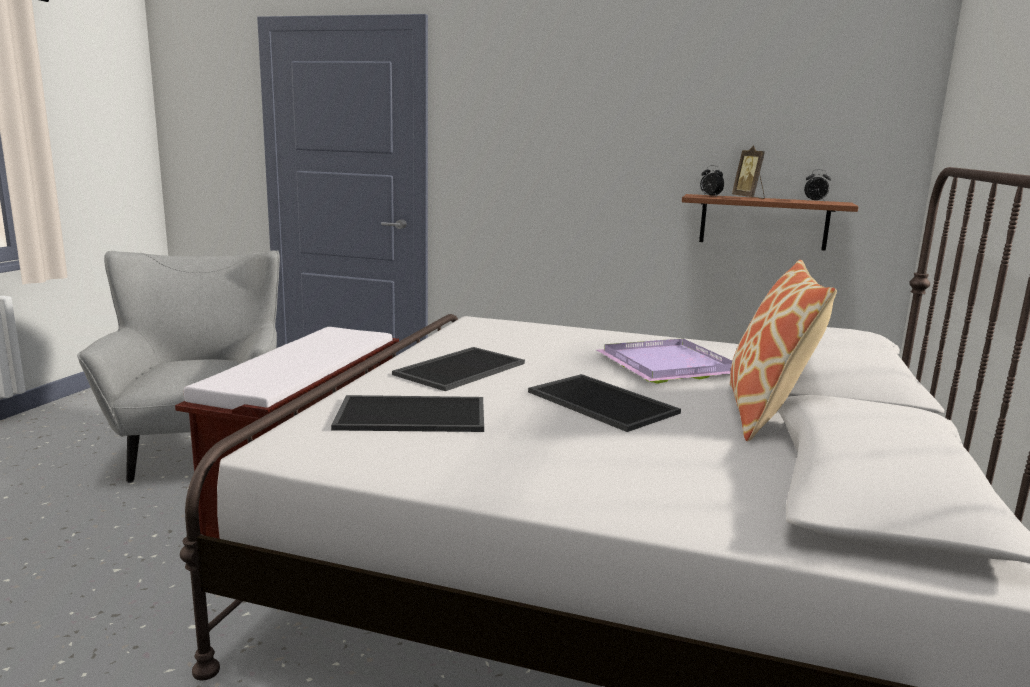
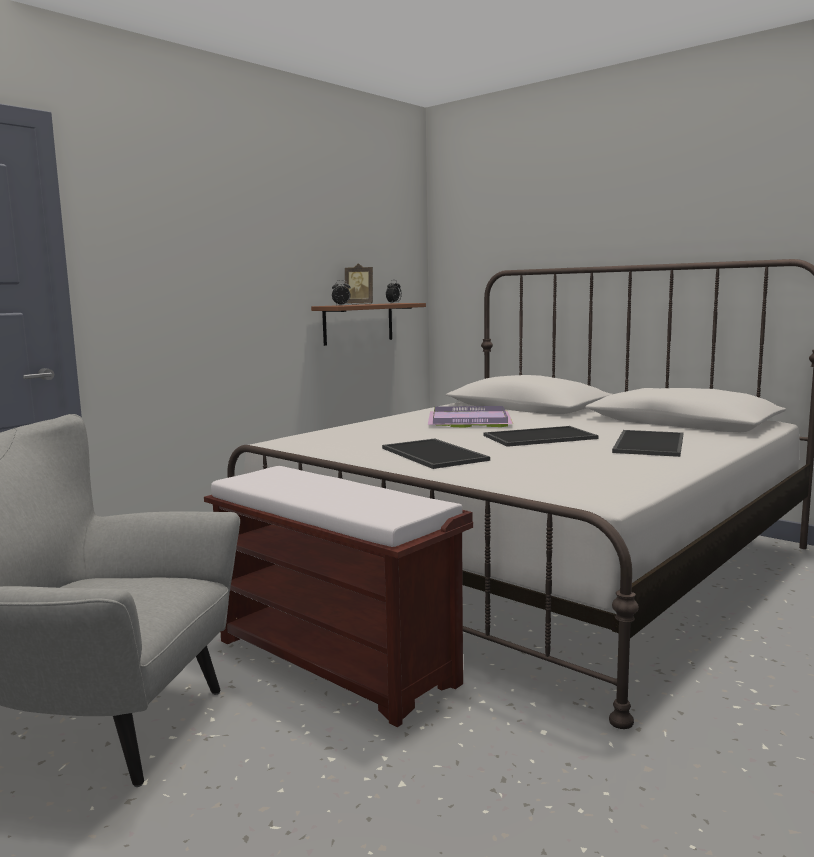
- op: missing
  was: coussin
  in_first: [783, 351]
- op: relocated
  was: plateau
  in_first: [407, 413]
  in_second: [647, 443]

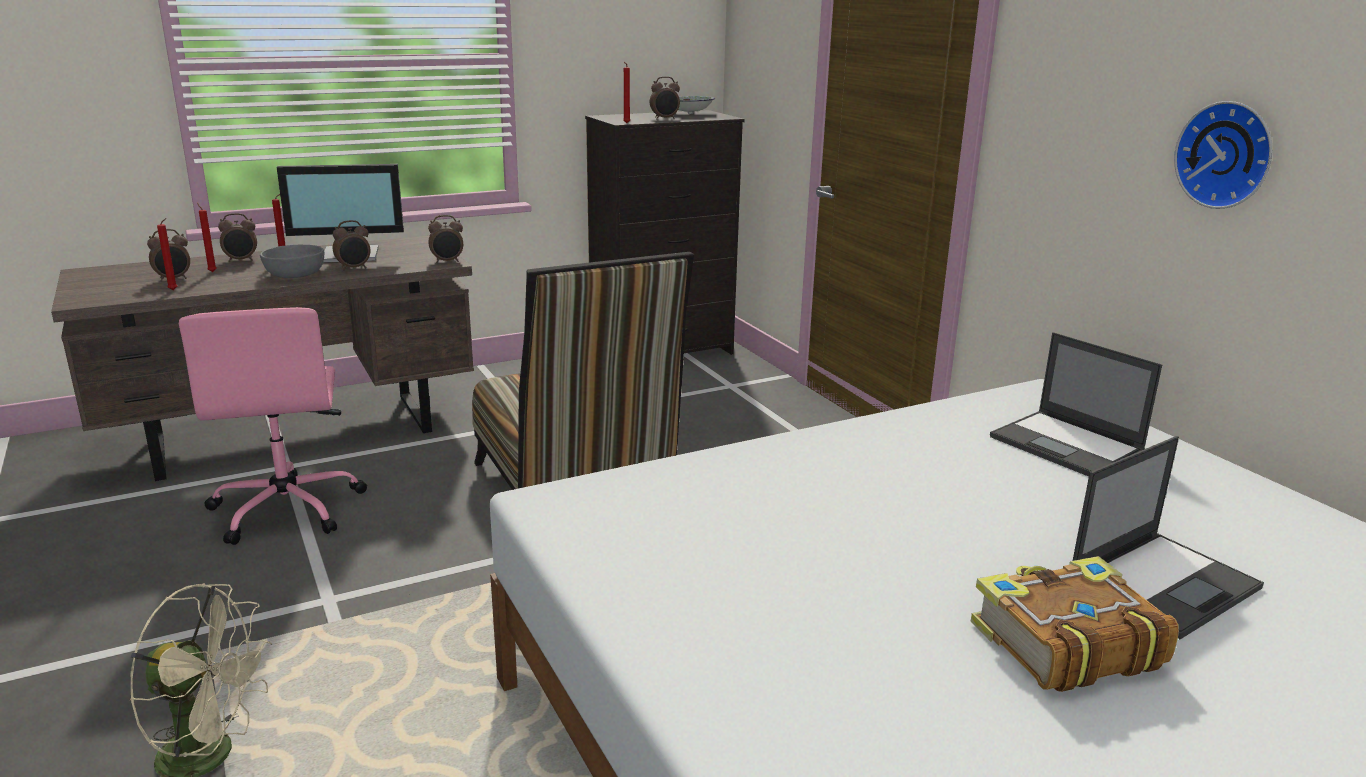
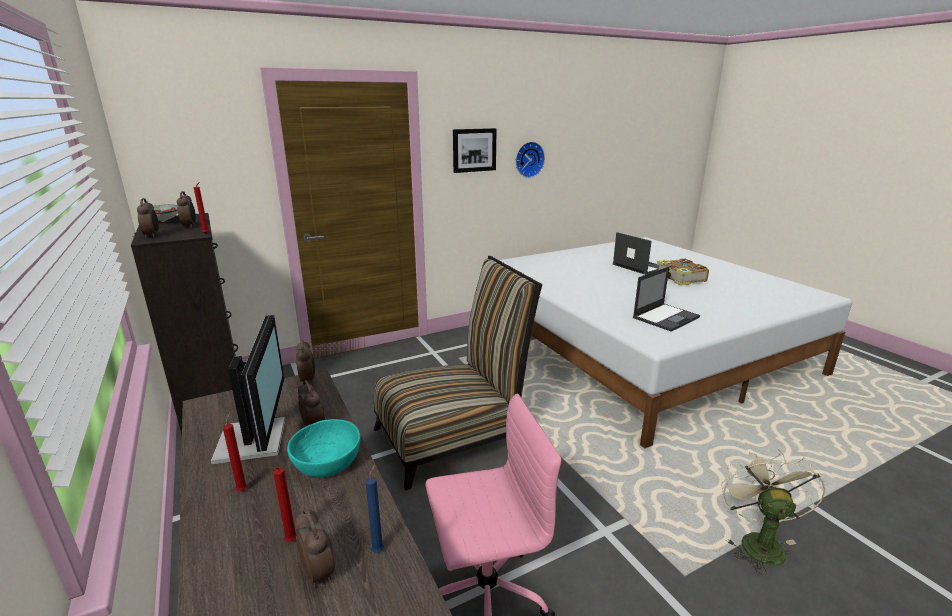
- op: appeared
  now: tableau
  in_second: [475, 150]
- op: relocated
  was: réveil
  in_first: [237, 237]
  in_second: [148, 218]
- op: relocated
  was: ordinateur portable
  in_first: [1076, 404]
  in_second: [666, 299]
- op: colour
  was: bougie (rouge)
  now: bougie (bleu)
  in_first: [167, 254]
  in_second: [374, 509]
- op: colour
  was: bol (gris)
  now: bol (turquoise)
  in_first: [292, 261]
  in_second: [324, 448]

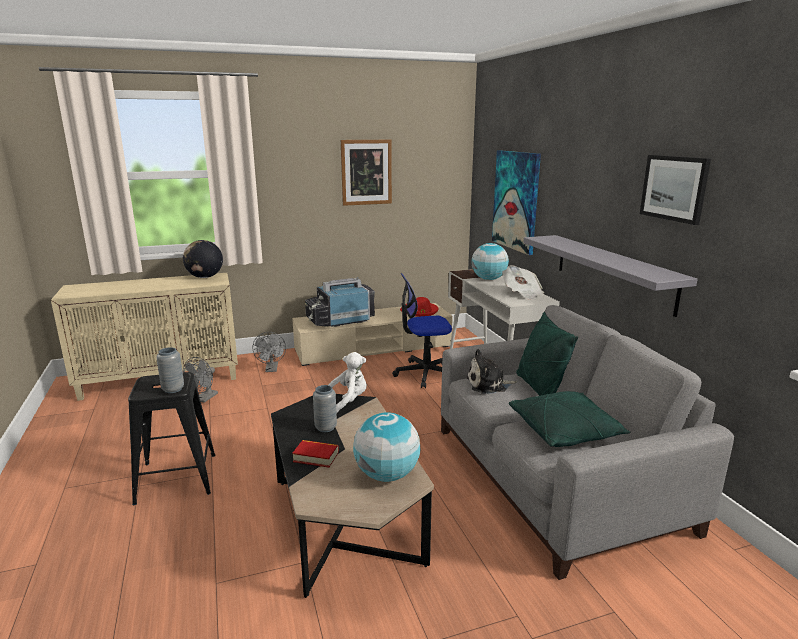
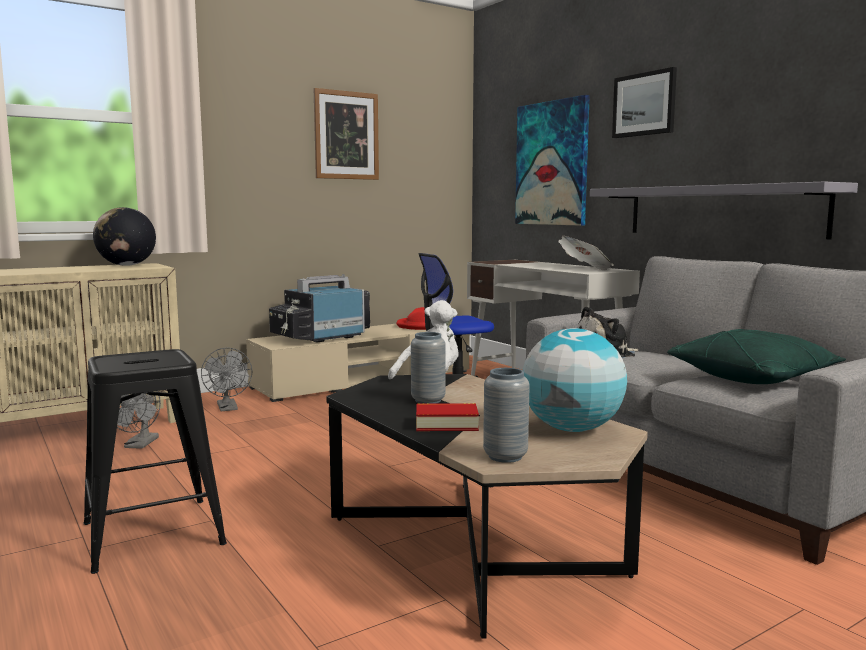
- op: missing
  was: globe
  in_first: [490, 261]
- op: missing
  was: coussin (vert)
  in_first: [547, 354]
- op: relocated
  was: vase (gris)
  in_first: [170, 370]
  in_second: [506, 415]
- op: relocated
  was: tableau
  in_first: [675, 190]
  in_second: [644, 102]

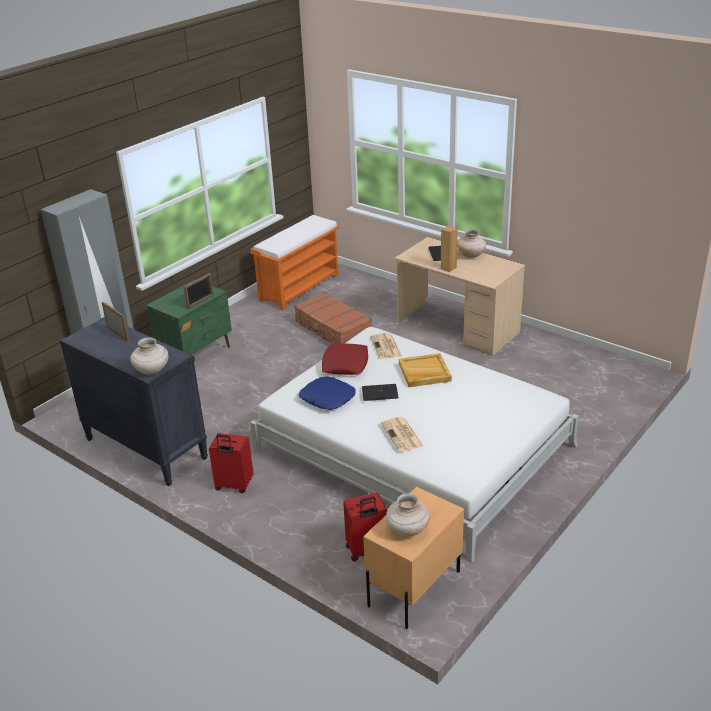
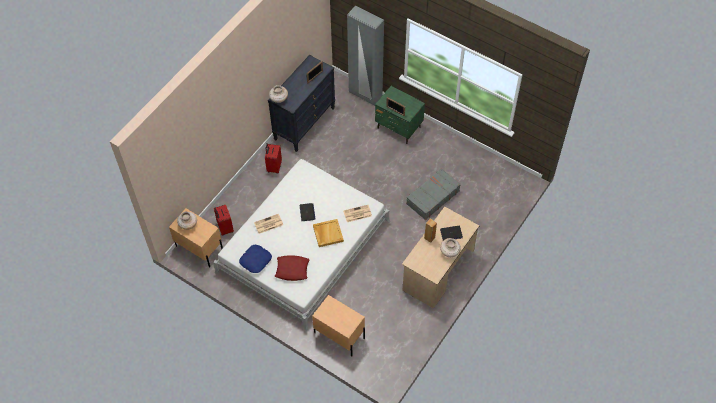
- op: missing
  was: banc (orange)
  in_first: [295, 262]
- op: appeared
  now: table de chevet (beige)
  in_second: [338, 325]
- op: relocated
  was: coussin (bleu)
  in_first: [327, 393]
  in_second: [255, 259]
- op: relocated
  was: coussin (rouge)
  in_first: [345, 359]
  in_second: [292, 268]
- op: colour
  was: valise (marron)
  now: valise (gris)
  in_first: [333, 318]
  in_second: [433, 194]

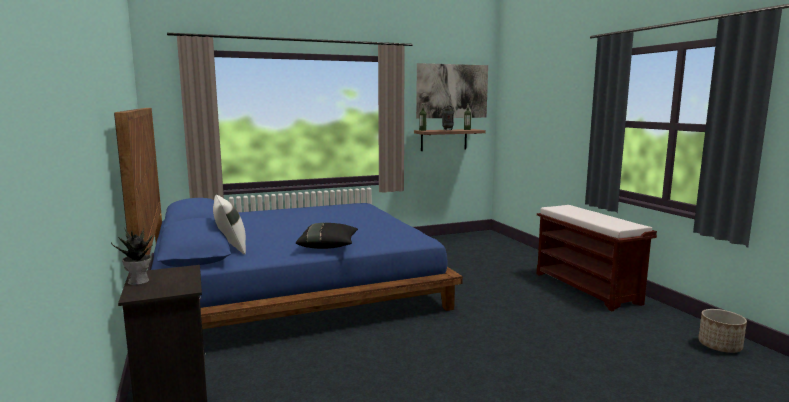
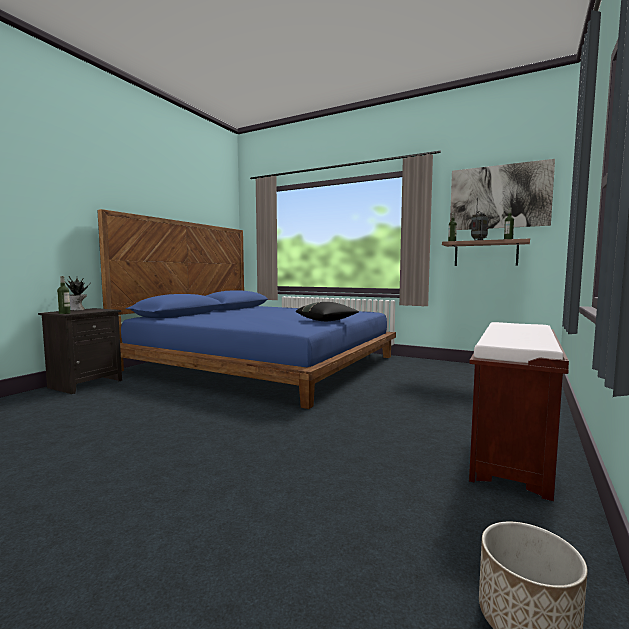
- op: missing
  was: coussin (blanc)
  in_first: [229, 225]
- op: appeared
  now: bouteille
  in_second: [64, 295]
- op: relocated
  was: coussin (noir)
  in_first: [327, 236]
  in_second: [327, 311]

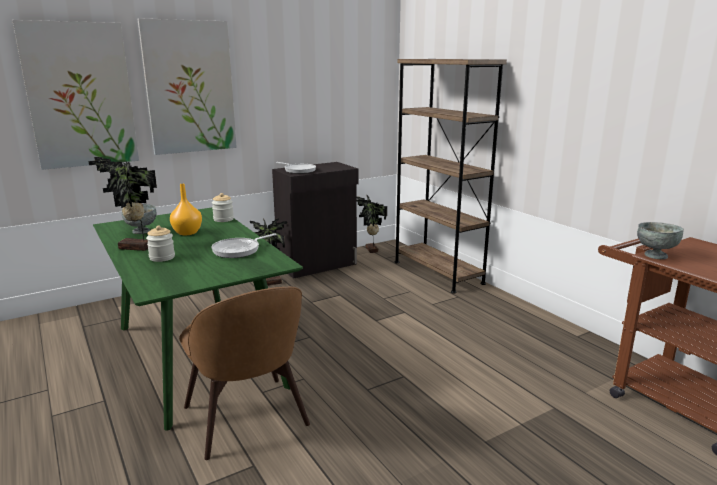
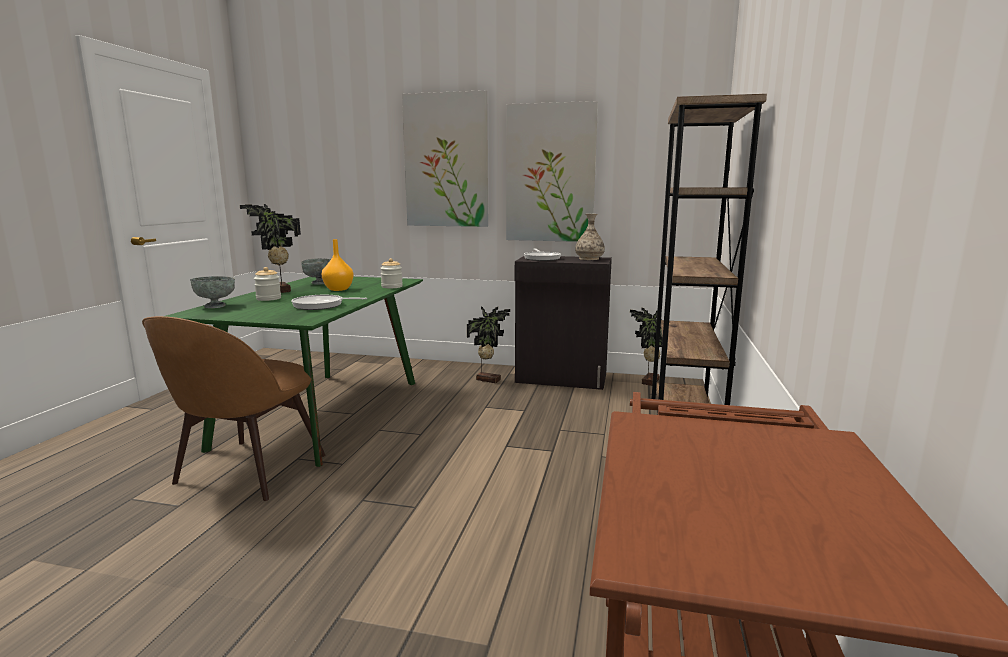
- op: appeared
  now: vase
  in_second: [590, 237]
- op: relocated
  was: tableau
  in_first: [75, 95]
  in_second: [552, 171]
- op: relocated
  was: bol (gris)
  in_first: [660, 240]
  in_second: [212, 292]

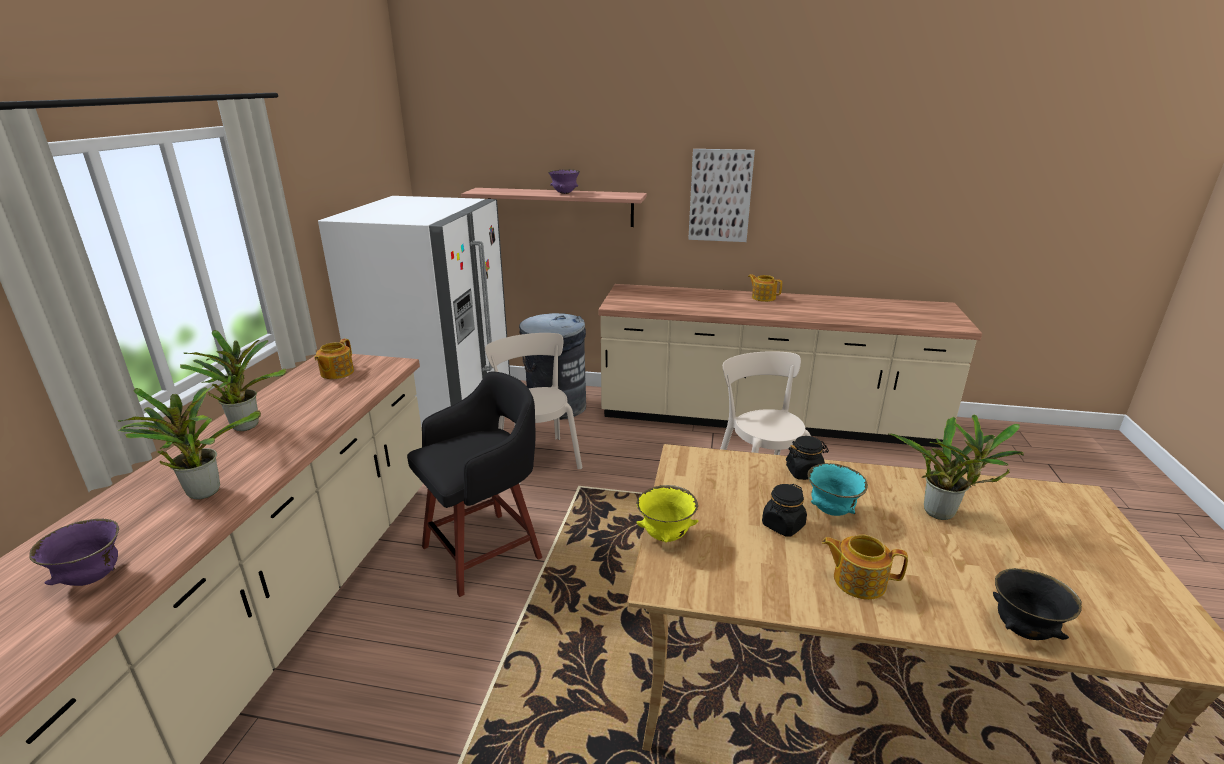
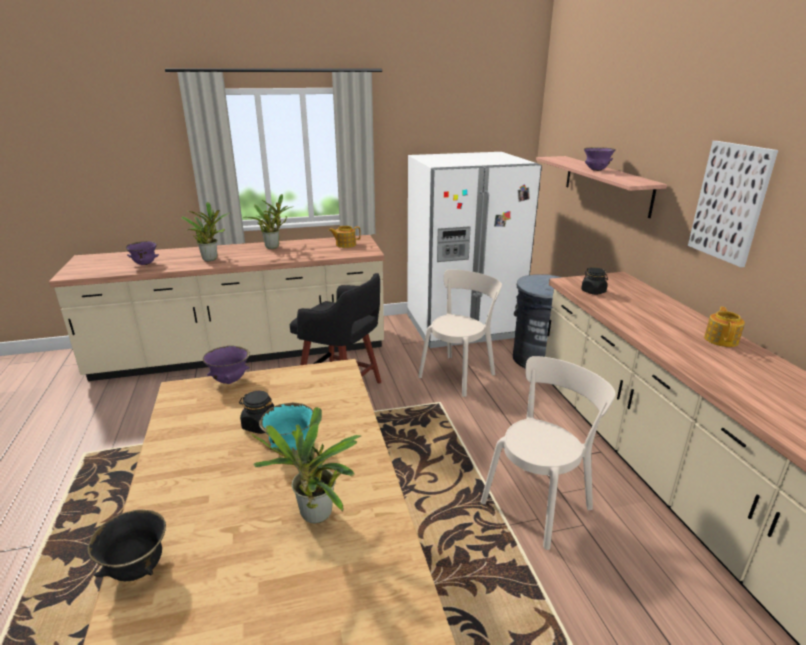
- op: missing
  was: théière
  in_first: [865, 567]
- op: relocated
  was: bocal (noir)
  in_first: [807, 458]
  in_second: [594, 281]
- op: colour
  was: bol (jaune)
  now: bol (violet)
  in_first: [667, 514]
  in_second: [226, 365]

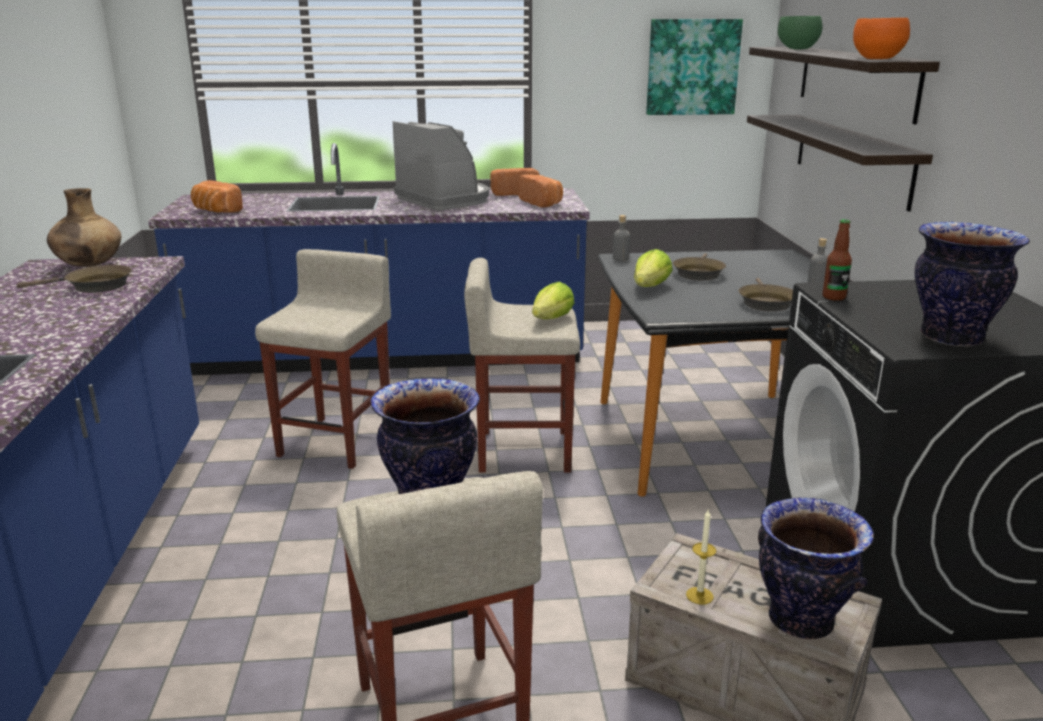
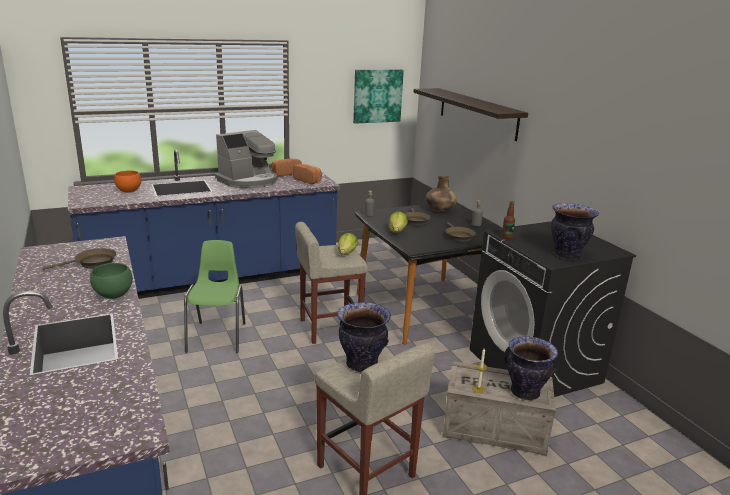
- op: missing
  was: pain
  in_first: [217, 196]
- op: missing
  was: étagère
  in_first: [840, 163]
- op: relocated
  was: vase (marron)
  in_first: [84, 227]
  in_second: [441, 193]
- op: relocated
  was: bol (vert)
  in_first: [800, 33]
  in_second: [111, 281]
- op: relocated
  was: bol (orange)
  in_first: [881, 38]
  in_second: [127, 181]
- op: exchanged
  was: tabouret (beige)
  now: chaise (vert)
  in_first: [323, 359]
  in_second: [214, 296]
- op: spun
  was: machine à café
  in_first: [441, 165]
  in_second: [246, 159]
  clockwise: 105

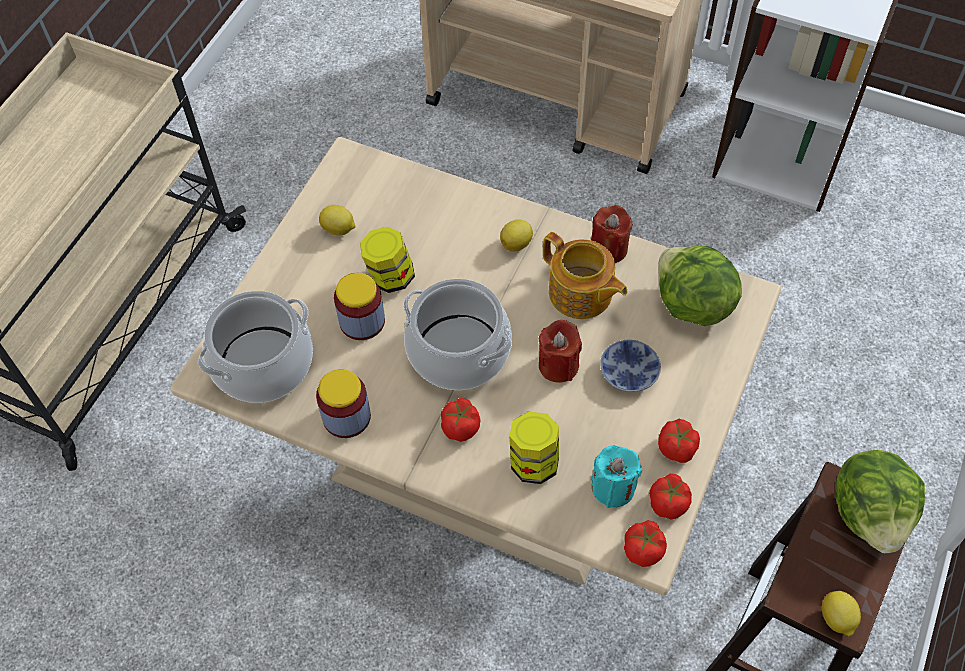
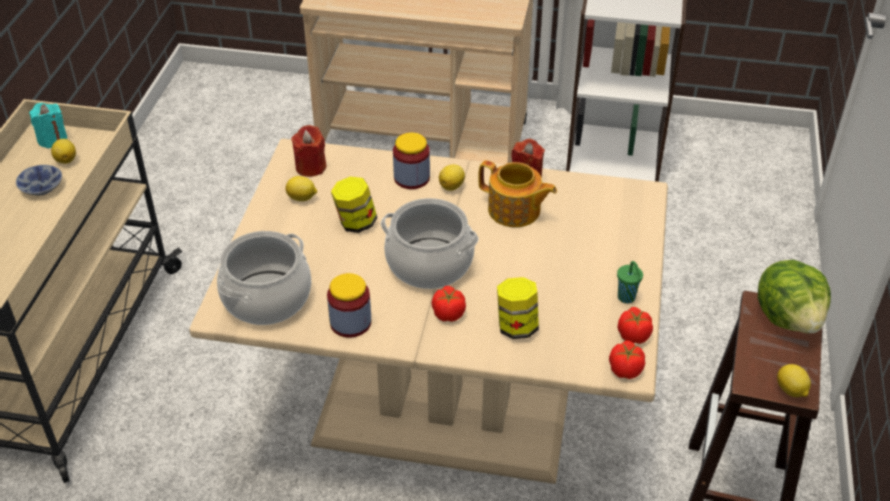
- op: missing
  was: laitue
  in_first: [700, 286]
- op: appeared
  now: citron
  in_second: [63, 151]
- op: relocated
  was: bocal
  in_first: [359, 306]
  in_second: [411, 161]
- op: relocated
  was: bougie (rouge)
  in_first: [560, 351]
  in_second: [308, 151]
- op: relocated
  was: bougie (turquoise)
  in_first: [616, 476]
  in_second: [48, 126]
- op: relocated
  was: bol
  in_first: [630, 365]
  in_second: [39, 180]
- op: exchanged
  was: tomate
  now: tasse (vert)
  in_first: [679, 441]
  in_second: [630, 282]

